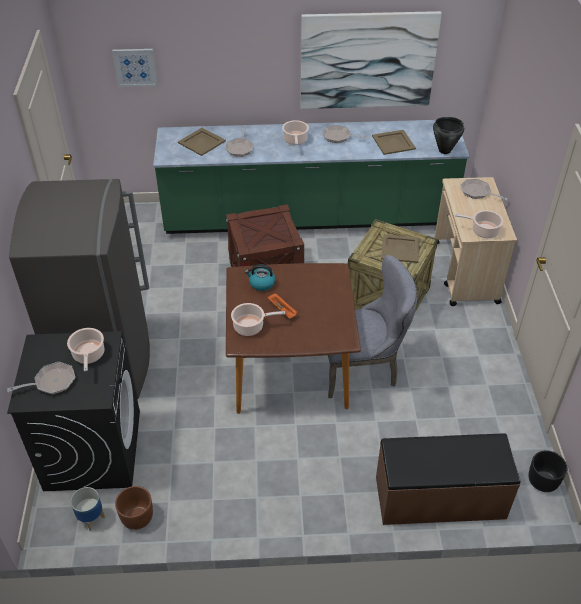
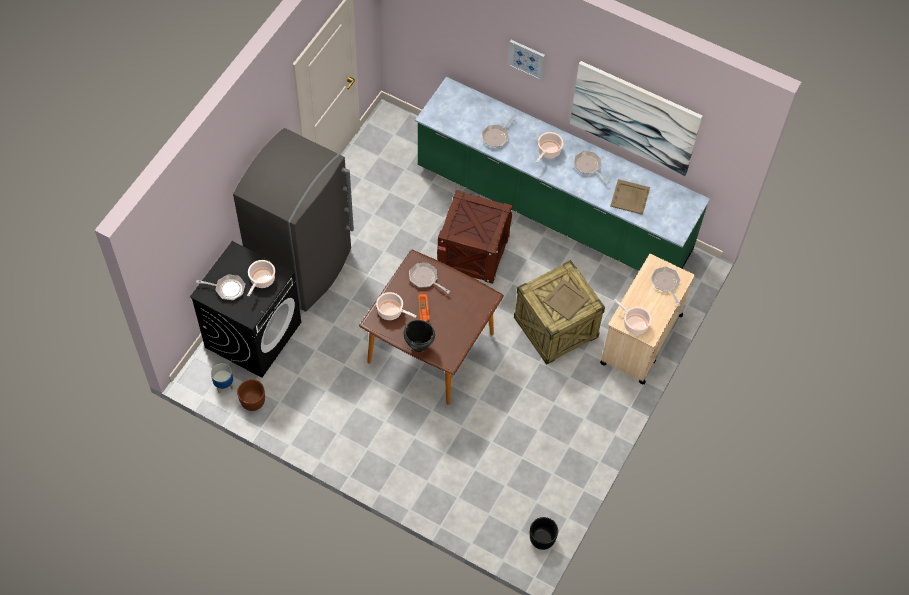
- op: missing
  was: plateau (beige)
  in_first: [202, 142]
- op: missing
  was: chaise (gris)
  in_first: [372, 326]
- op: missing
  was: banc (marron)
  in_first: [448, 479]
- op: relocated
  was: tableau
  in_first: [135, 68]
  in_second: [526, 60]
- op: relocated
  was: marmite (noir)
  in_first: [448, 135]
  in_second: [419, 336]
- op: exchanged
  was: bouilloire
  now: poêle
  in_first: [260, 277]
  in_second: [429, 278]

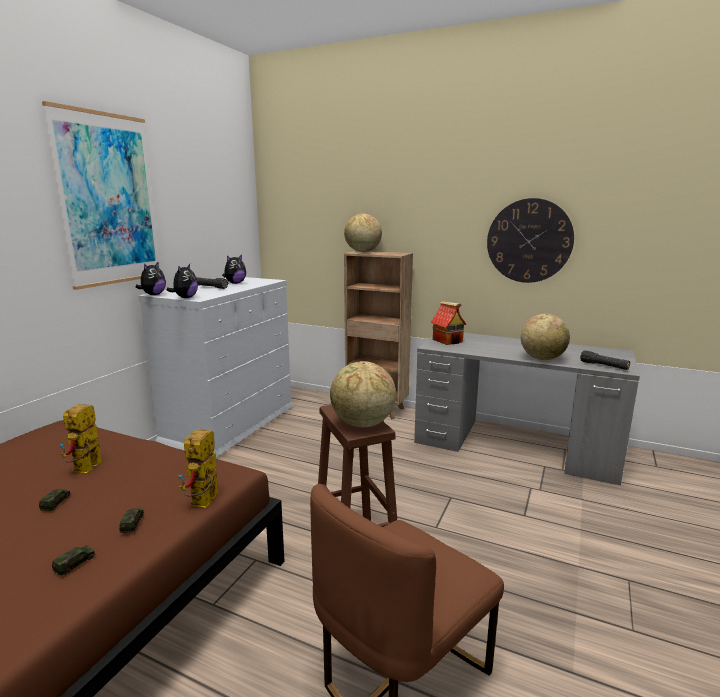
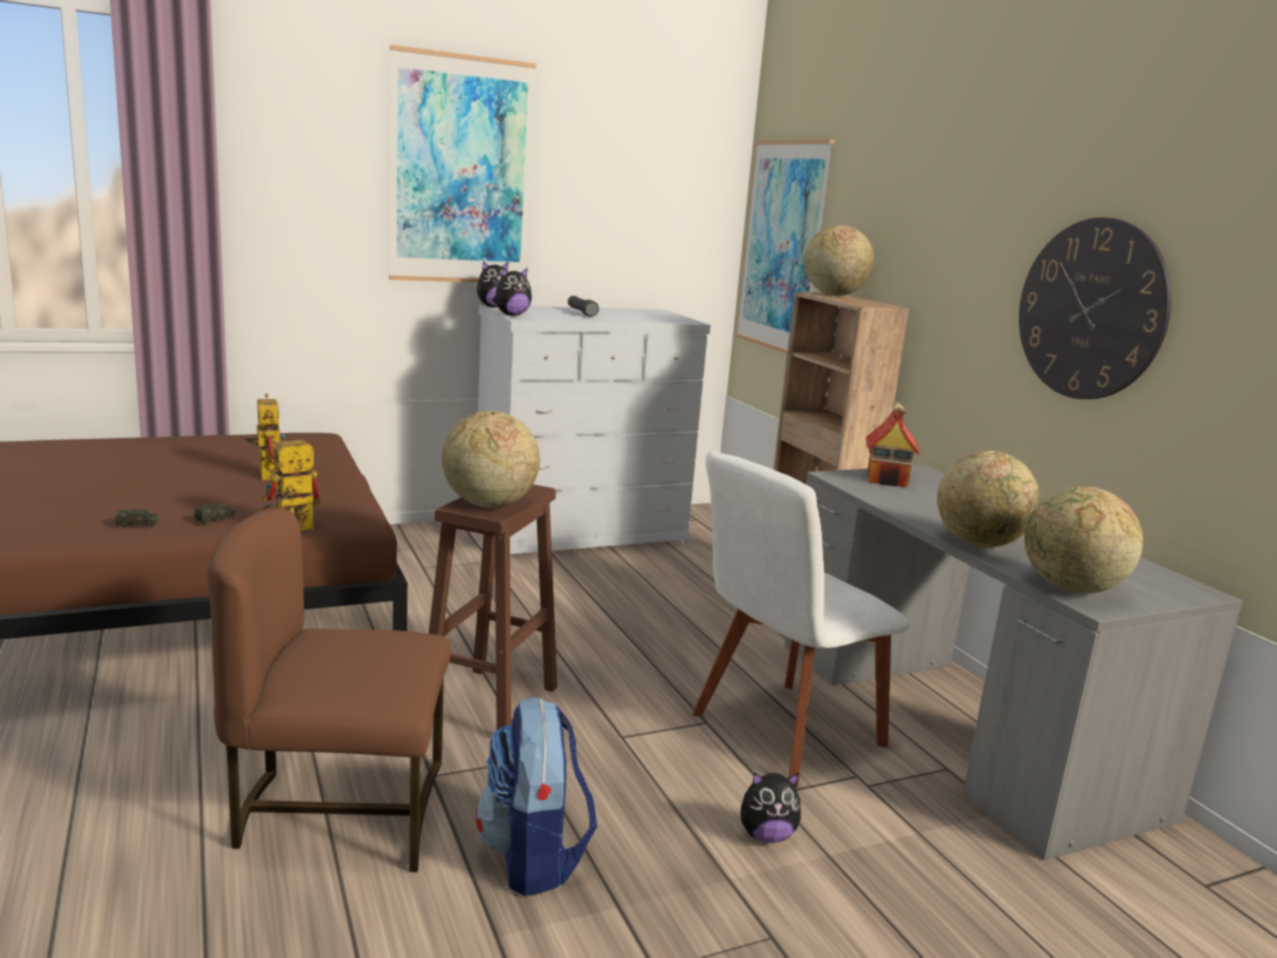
- op: missing
  was: petite voiture
  in_first: [55, 500]
- op: appeared
  now: sac à dos
  in_second: [536, 796]
- op: appeared
  now: chaise (blanc)
  in_second: [801, 619]
- op: appeared
  now: tableau
  in_second: [785, 246]
- op: relocated
  was: peluche
  in_first: [234, 269]
  in_second: [771, 807]
- op: exchanged
  was: lampe de poche (noir)
  now: globe
  in_first: [605, 360]
  in_second: [1083, 540]
- op: spun
  was: robot jouet
  in_first: [81, 438]
  in_second: [265, 437]
  clockwise: 105

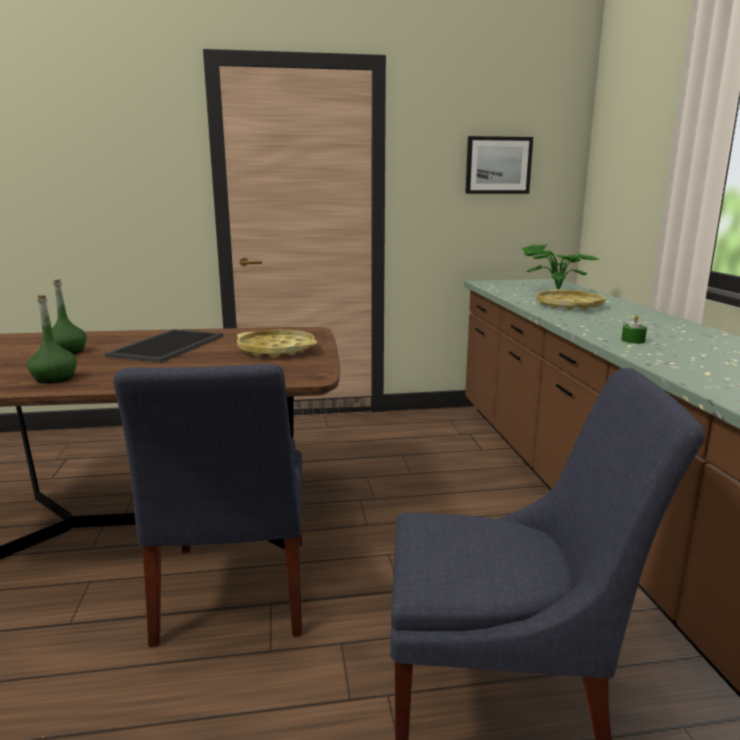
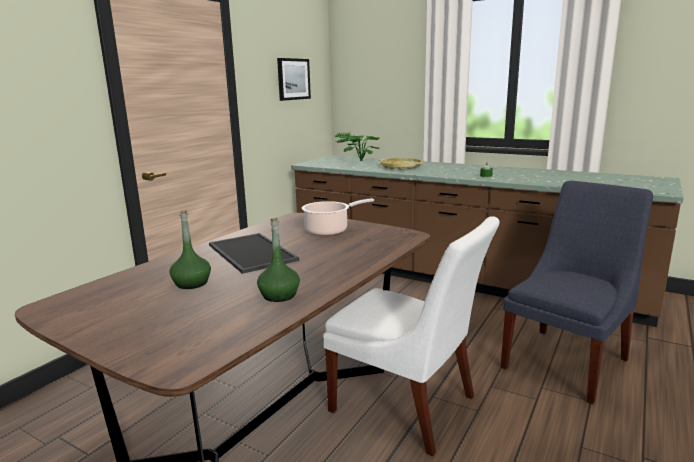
- op: exchanged
  was: plateau (jaune)
  now: marmite
  in_first: [277, 344]
  in_second: [338, 217]
- op: colour
  was: chaise (bleu)
  now: chaise (blanc)
  in_first: [207, 505]
  in_second: [411, 336]

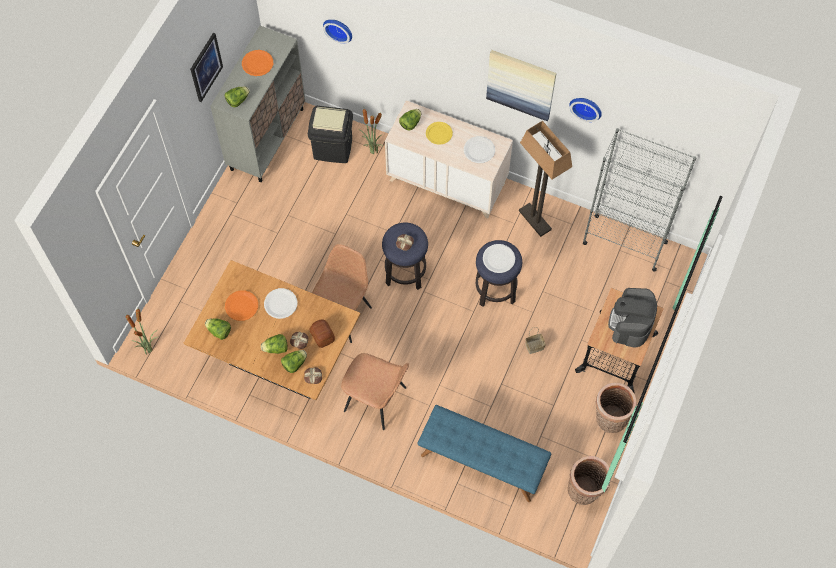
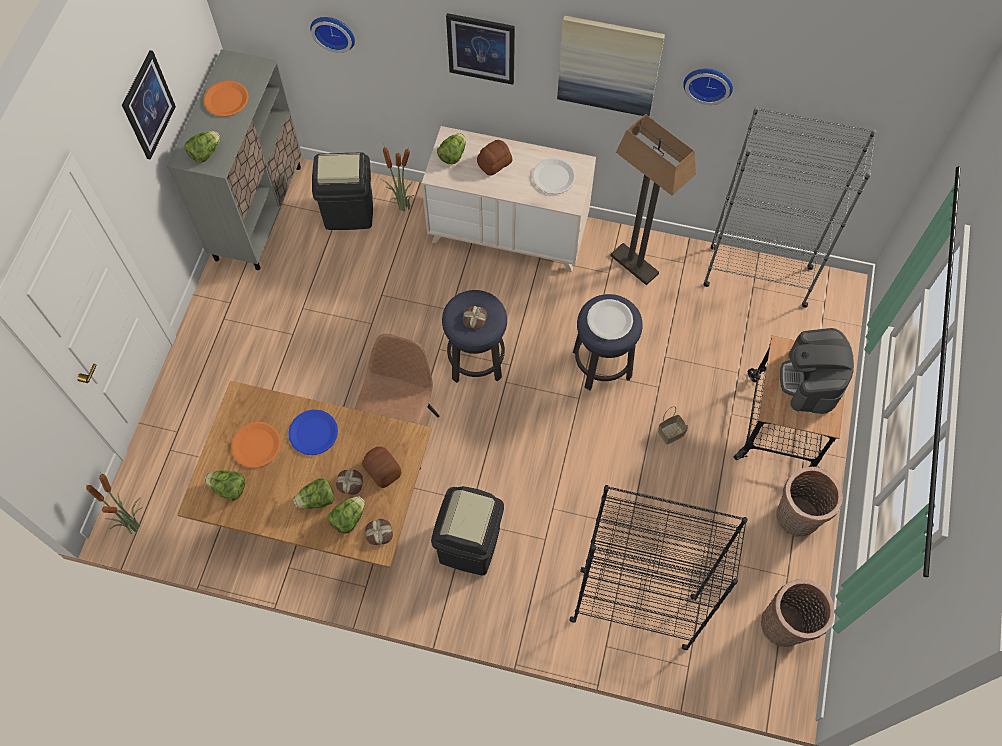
- op: appeared
  now: tableau
  in_second: [480, 49]
- op: exchanged
  was: chaise (marron)
  now: poubelle (noir)
  in_first: [375, 391]
  in_second: [467, 530]
- op: exchanged
  was: banc (bleu)
  now: bibliothèque (noir)
  in_first: [484, 453]
  in_second: [658, 567]
- op: exchanged
  was: assiette (jaune)
  now: pain
  in_first: [439, 133]
  in_second: [495, 158]
- op: colour
  was: assiette (blanc)
  now: assiette (bleu)
  in_first: [280, 303]
  in_second: [313, 432]

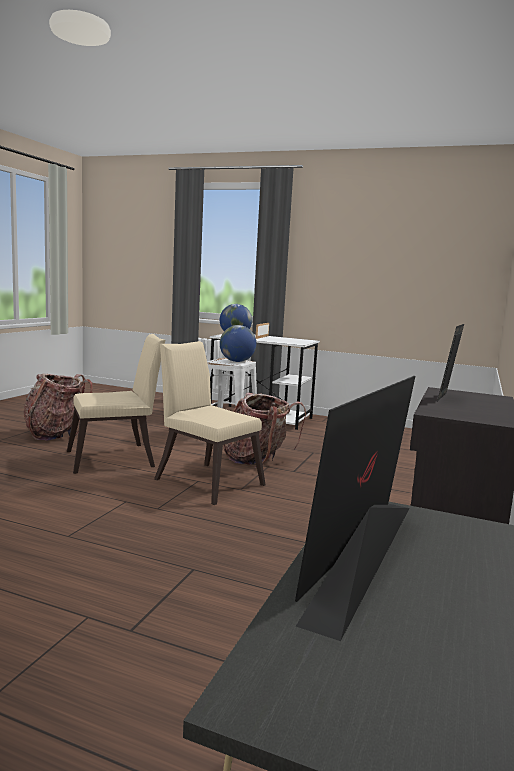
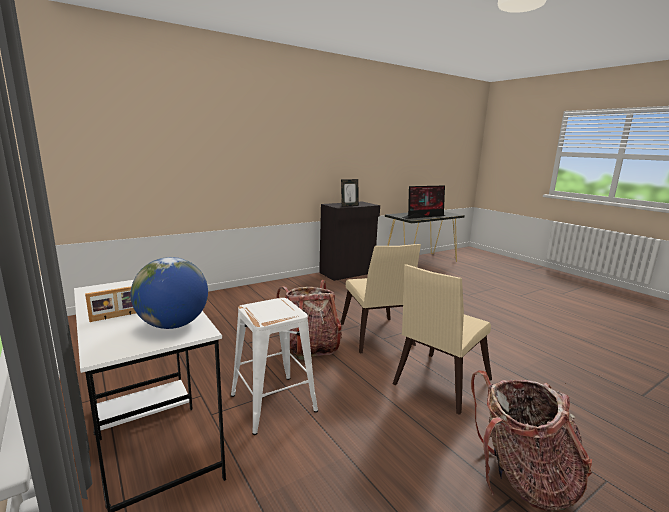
- op: missing
  was: globe
  in_first: [238, 343]
- op: spun
  was: chaise (beige)
  in_first: [116, 404]
  in_second: [442, 340]
  clockwise: -60

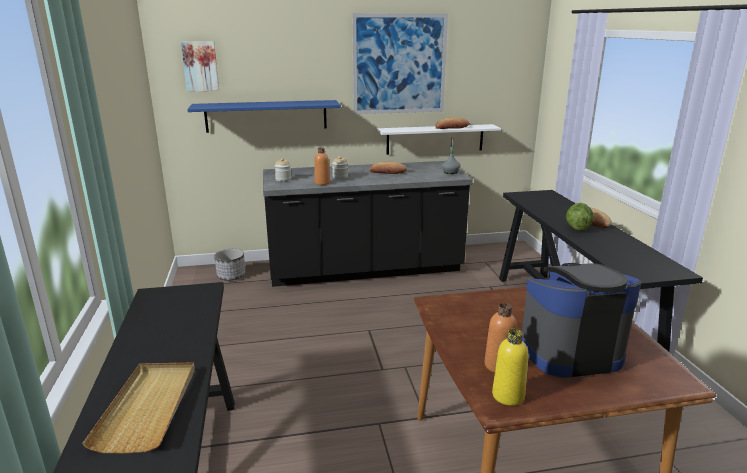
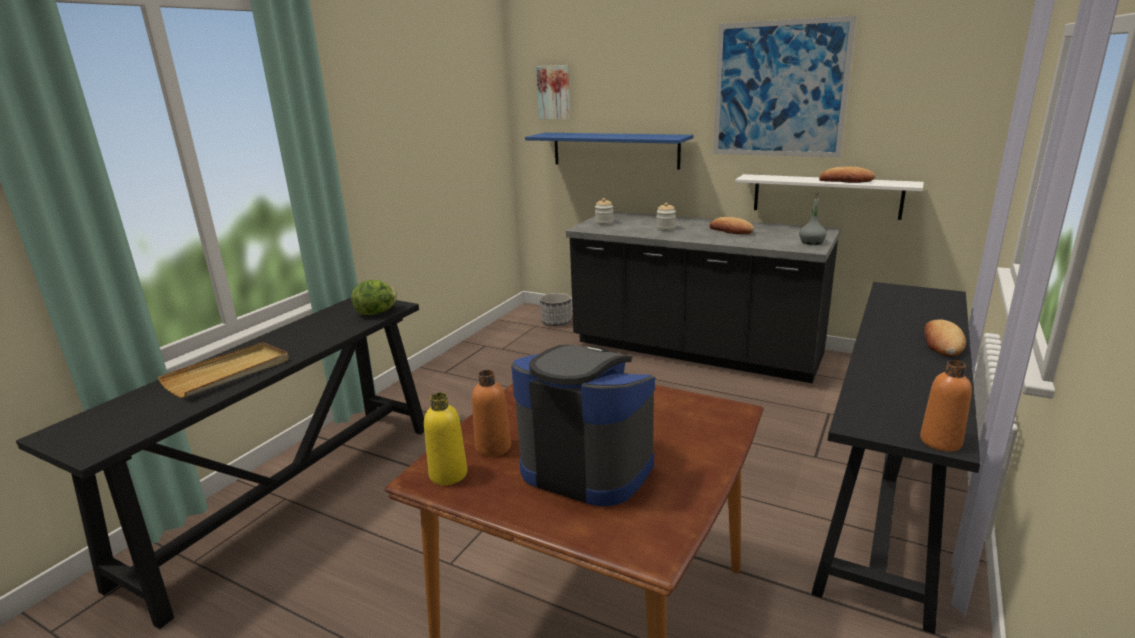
- op: relocated
  was: bouteille (orange)
  in_first: [322, 166]
  in_second: [946, 406]
- op: relocated
  was: laitue
  in_first: [580, 217]
  in_second: [374, 297]

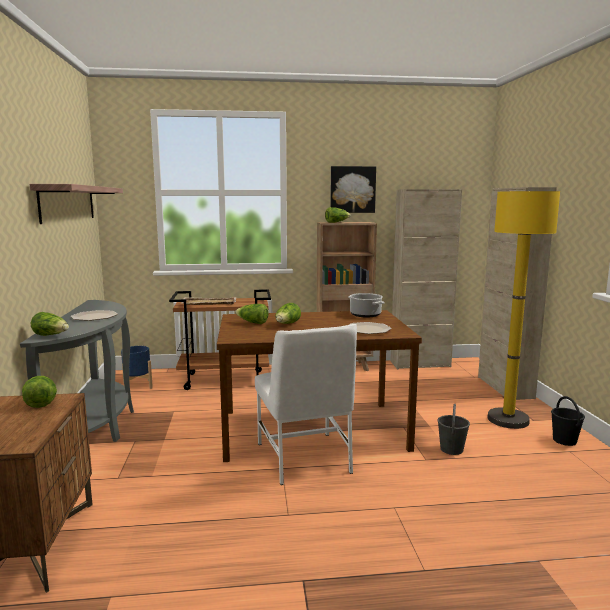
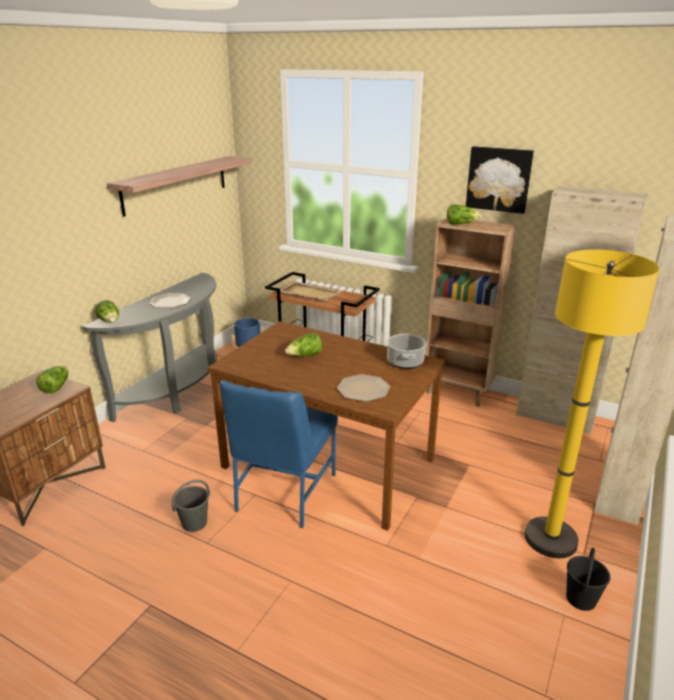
- op: missing
  was: laitue
  in_first: [252, 314]
- op: relocated
  was: seau (gris)
  in_first: [453, 429]
  in_second: [191, 506]
- op: colour
  was: chaise (blanc)
  now: chaise (bleu)
  in_first: [306, 404]
  in_second: [279, 454]

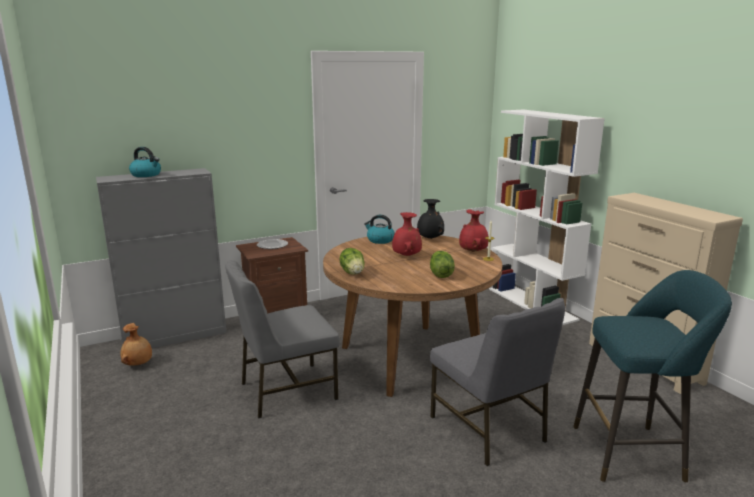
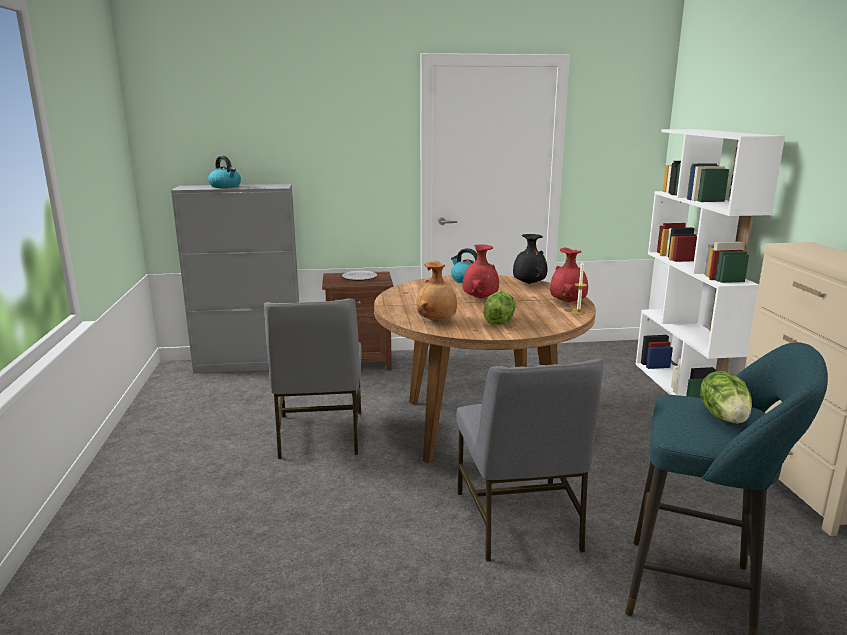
- op: relocated
  was: vase (marron)
  in_first: [136, 344]
  in_second: [436, 291]
- op: relocated
  was: laitue
  in_first: [352, 261]
  in_second: [726, 397]
- op: spun
  was: chaise (gris)
  in_first: [282, 339]
  in_second: [313, 379]
  clockwise: -90

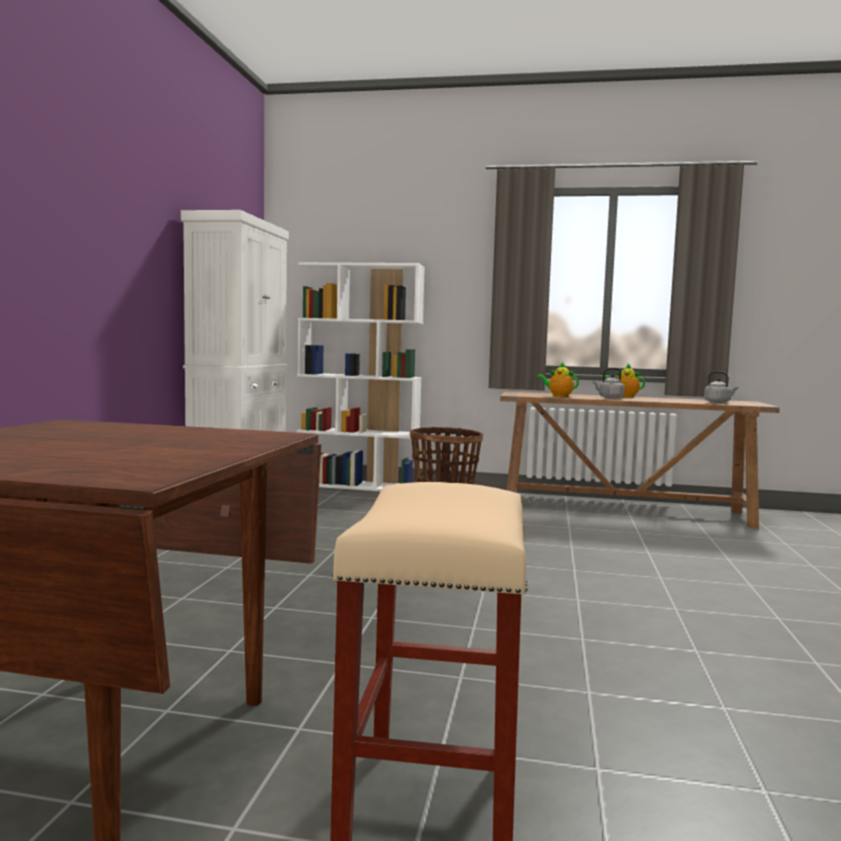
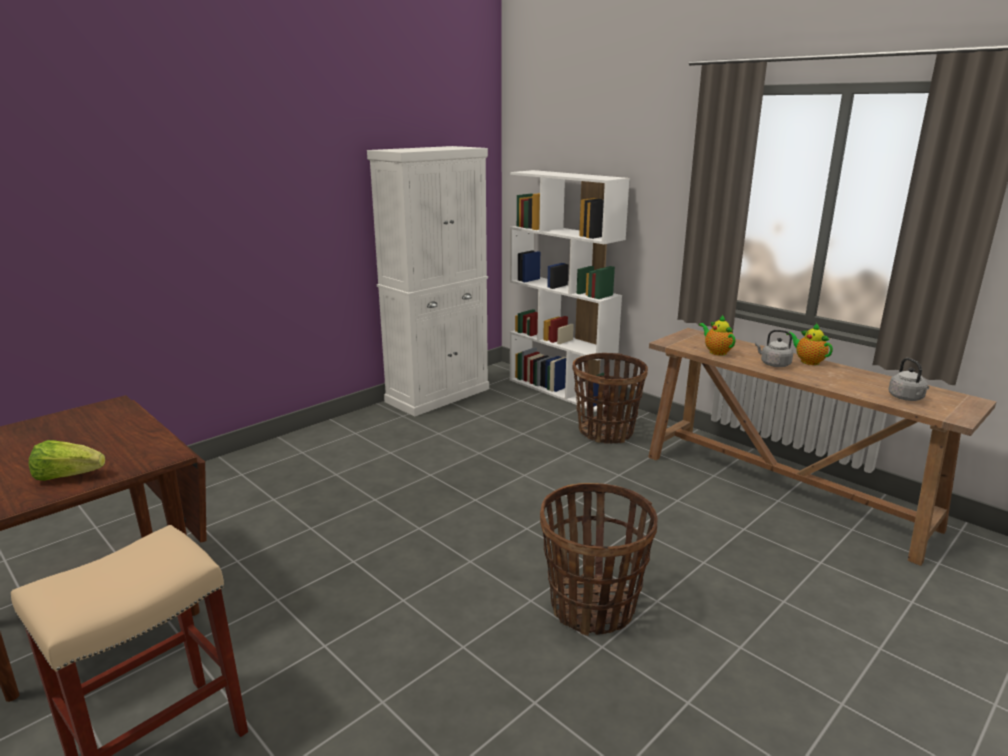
- op: appeared
  now: laitue
  in_second: [67, 460]
- op: appeared
  now: panier
  in_second: [598, 559]

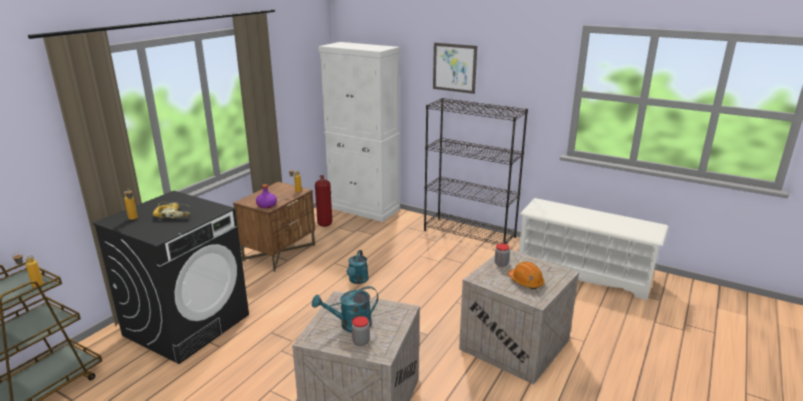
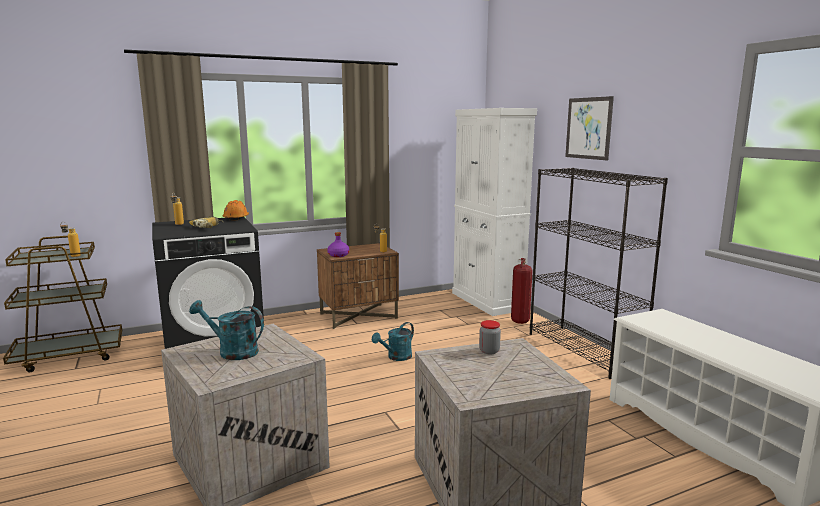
- op: missing
  was: bocal
  in_first: [361, 331]
- op: relocated
  was: extincteur
  in_first: [323, 201]
  in_second: [522, 291]
- op: relocated
  was: casque de chantier (orange)
  in_first: [526, 275]
  in_second: [235, 210]

